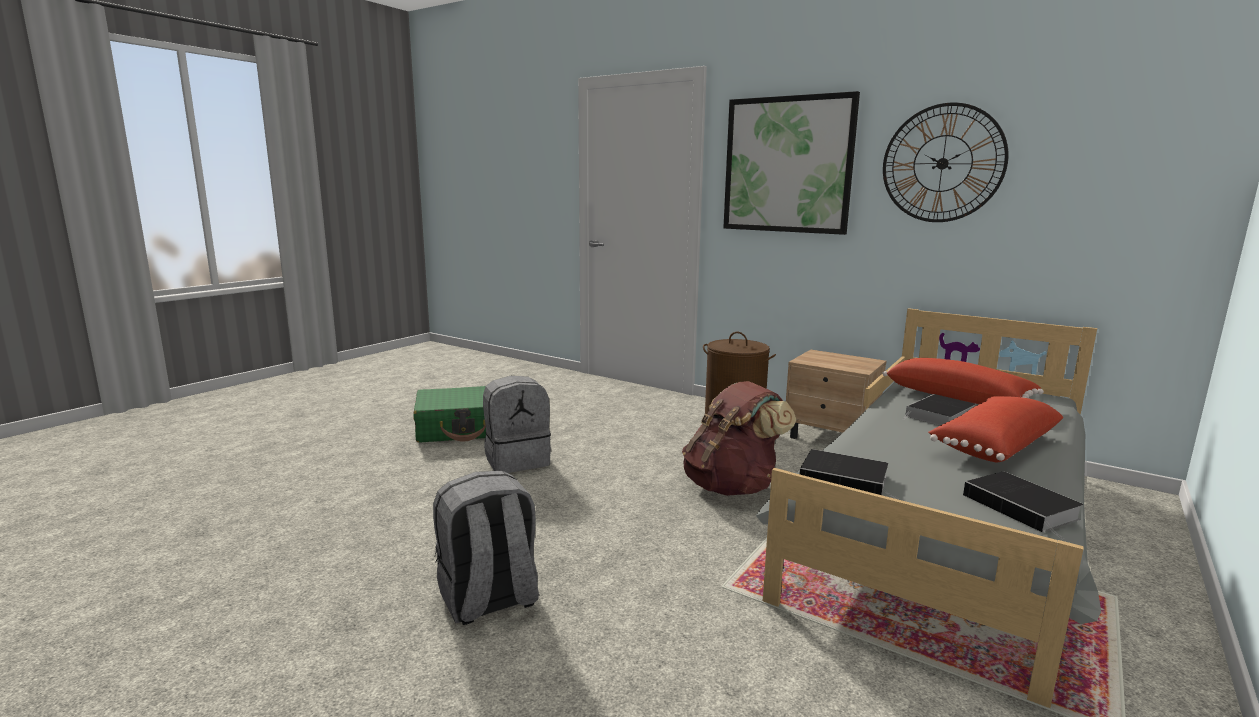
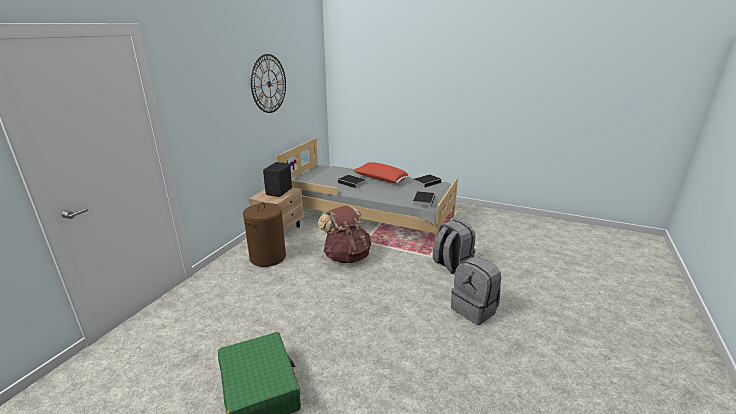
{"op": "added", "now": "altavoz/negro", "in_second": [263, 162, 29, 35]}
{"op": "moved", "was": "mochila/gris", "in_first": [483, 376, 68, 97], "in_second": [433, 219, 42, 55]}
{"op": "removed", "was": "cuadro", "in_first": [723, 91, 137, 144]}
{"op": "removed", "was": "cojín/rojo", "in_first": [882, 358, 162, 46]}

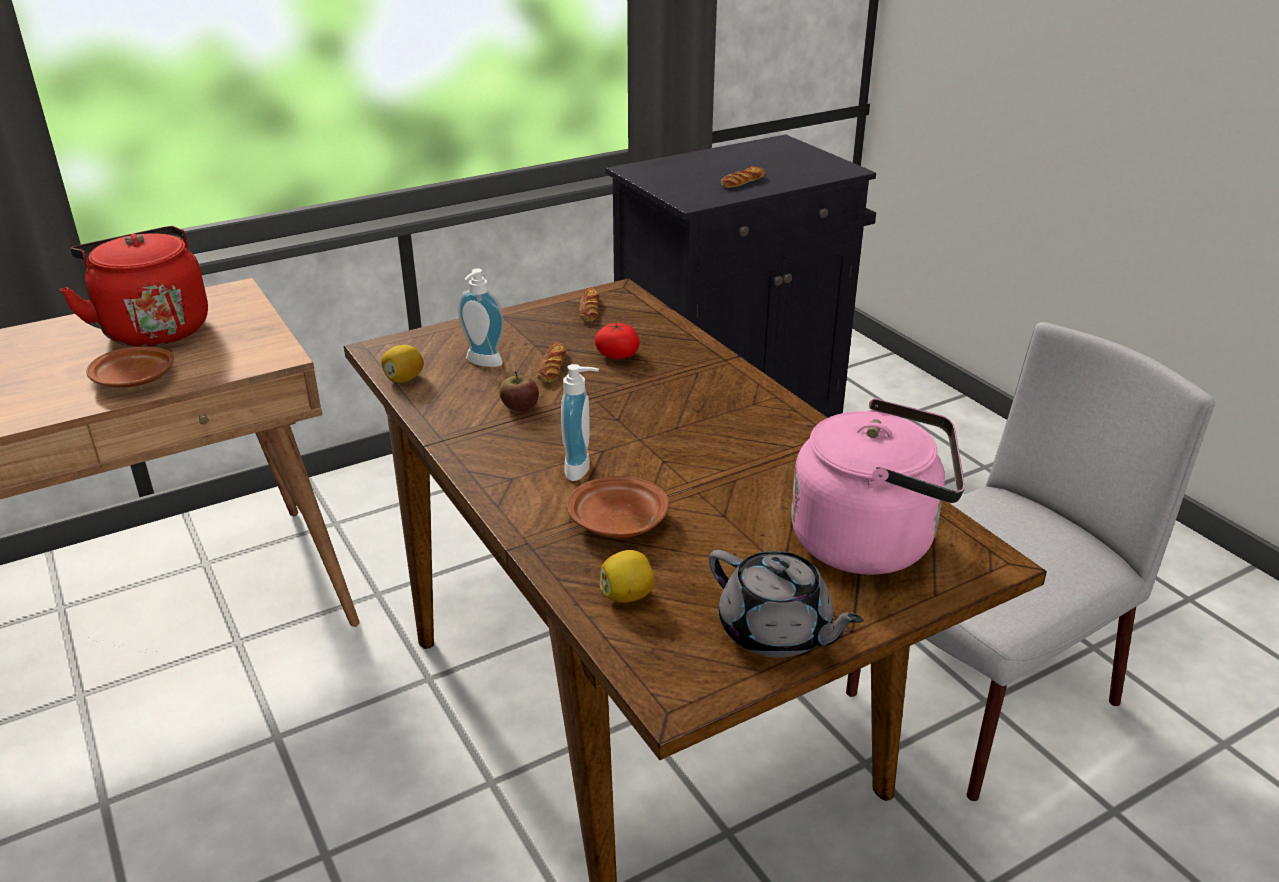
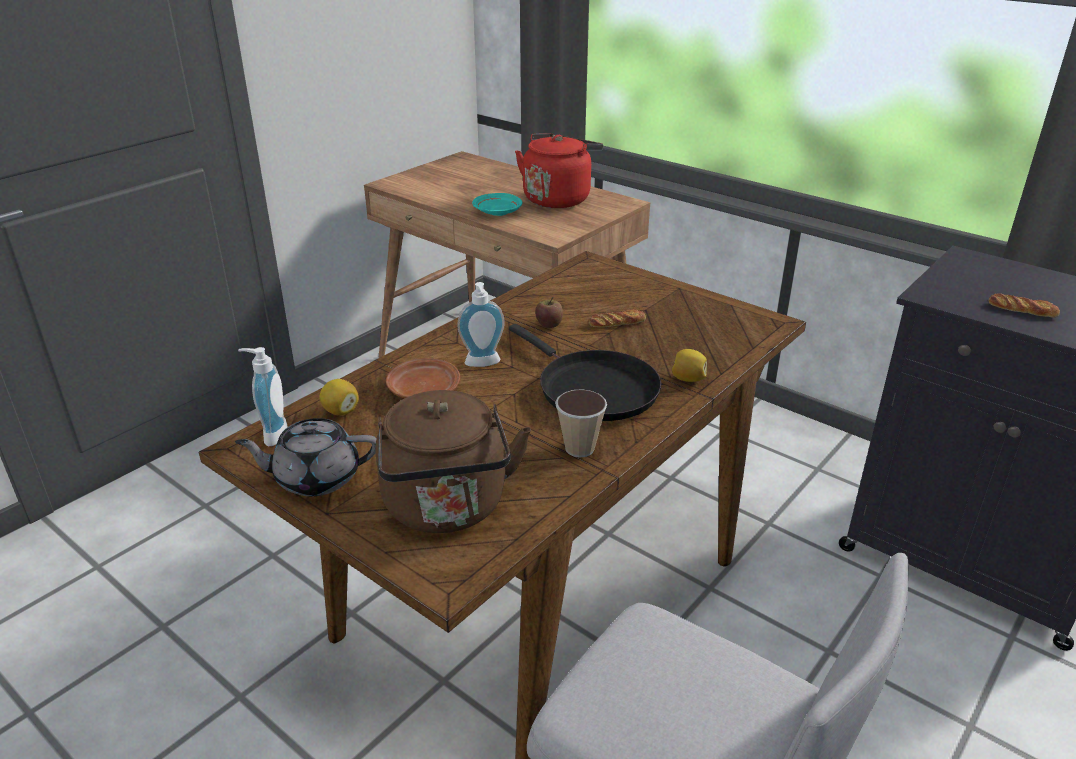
{"op": "turned", "was": "tetera/gris", "in_first": [709, 550, 155, 108], "in_second": [235, 418, 142, 78], "clockwise": 60}
{"op": "moved", "was": "dispensador de jabón", "in_first": [458, 268, 46, 99], "in_second": [238, 347, 49, 99]}
{"op": "recoloured", "was": "hervidor/rosa", "now": "hervidor/marrón", "in_first": [791, 398, 174, 177], "in_second": [375, 390, 156, 143]}
{"op": "recoloured", "was": "plato/marrón", "now": "plato/turquesa", "in_first": [86, 346, 88, 41], "in_second": [472, 193, 50, 23]}
{"op": "added", "now": "sartén/negro", "in_second": [509, 324, 152, 97]}
{"op": "added", "now": "taza", "in_second": [555, 389, 52, 68]}
{"op": "moved", "was": "limón", "in_first": [381, 345, 43, 38], "in_second": [672, 349, 35, 33]}
{"op": "removed", "was": "pan", "in_first": [579, 287, 20, 35]}
{"op": "removed", "was": "tomate", "in_first": [595, 323, 45, 36]}

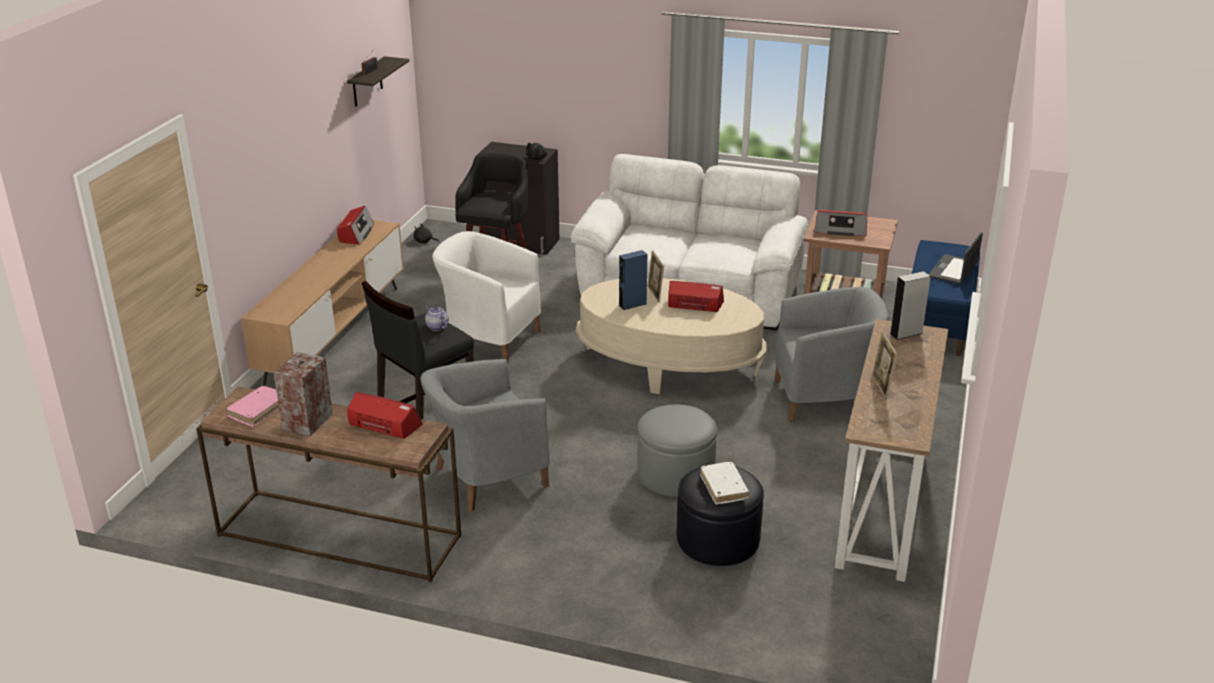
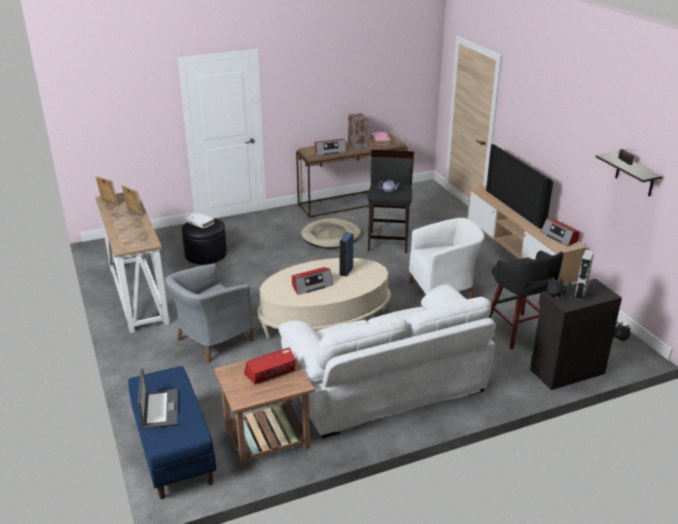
{"op": "moved", "was": "portarretratos", "in_first": [648, 250, 16, 52], "in_second": [95, 176, 23, 30]}
{"op": "replaced", "was": "sillón/gris", "now": "cama para perro/beis", "in_first": [421, 359, 129, 153], "in_second": [301, 218, 60, 31]}
{"op": "added", "now": "televisor", "in_second": [486, 144, 67, 85]}
{"op": "moved", "was": "altavoz/gris", "in_first": [890, 271, 41, 69], "in_second": [574, 249, 20, 51]}
{"op": "removed", "was": "puf/gris", "in_first": [637, 405, 80, 92]}

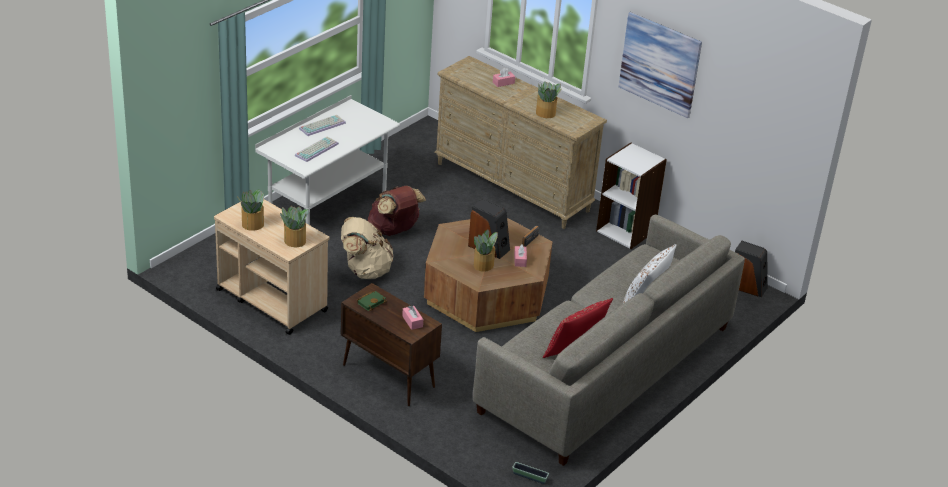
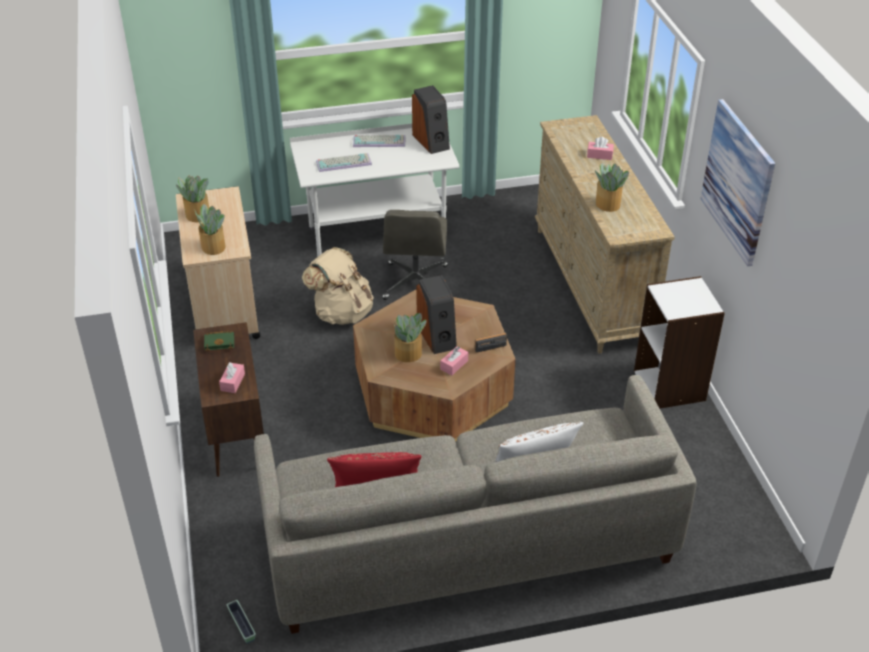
{"op": "replaced", "was": "mochila/marrón", "now": "silla de oficina/gris", "in_first": [367, 186, 59, 50], "in_second": [382, 210, 66, 90]}
{"op": "moved", "was": "altavoz", "in_first": [735, 241, 33, 56], "in_second": [412, 85, 38, 69]}

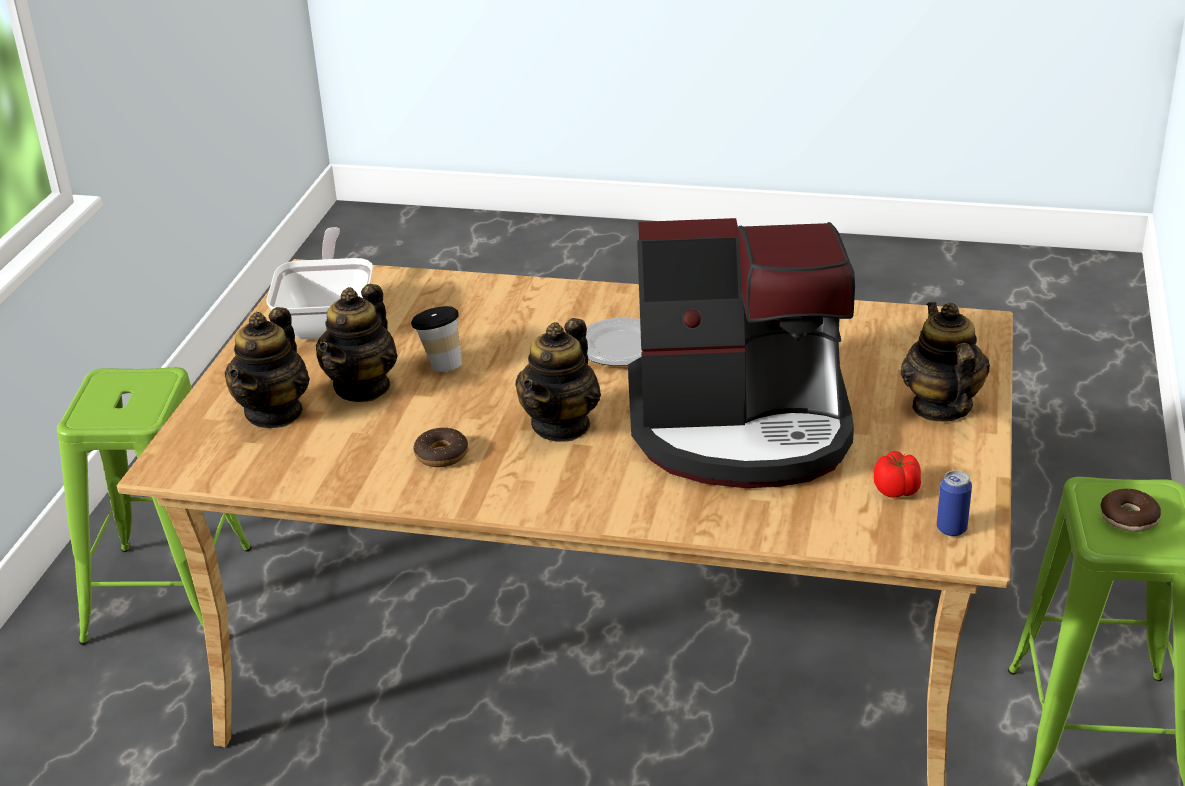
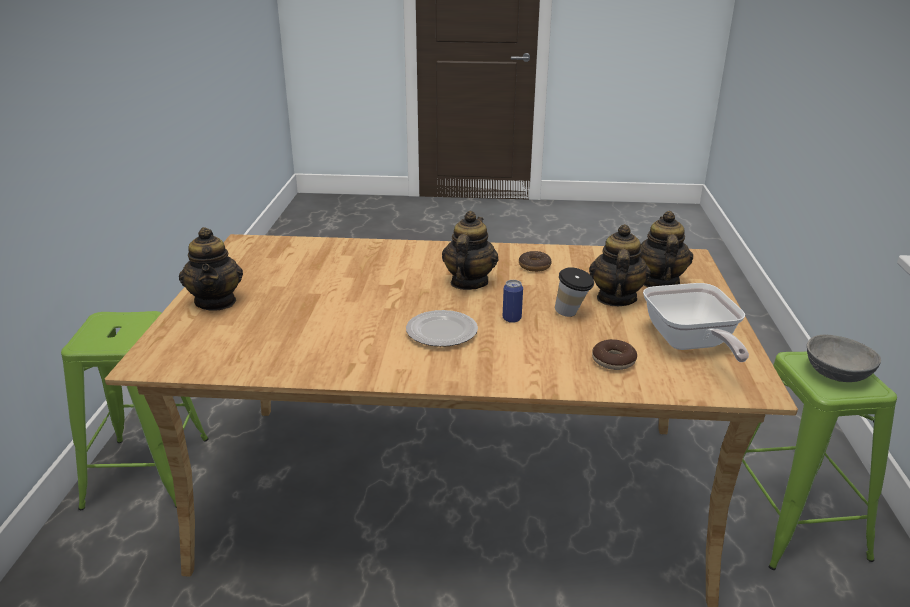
{"op": "moved", "was": "lata", "in_first": [937, 470, 35, 66], "in_second": [503, 280, 20, 43]}
{"op": "moved", "was": "rosquilla", "in_first": [1101, 489, 60, 43], "in_second": [592, 339, 45, 31]}
{"op": "added", "now": "cuenco/gris", "in_second": [807, 335, 74, 47]}
{"op": "removed", "was": "cafetera", "in_first": [628, 218, 227, 270]}
{"op": "removed", "was": "tomate", "in_first": [874, 451, 47, 47]}

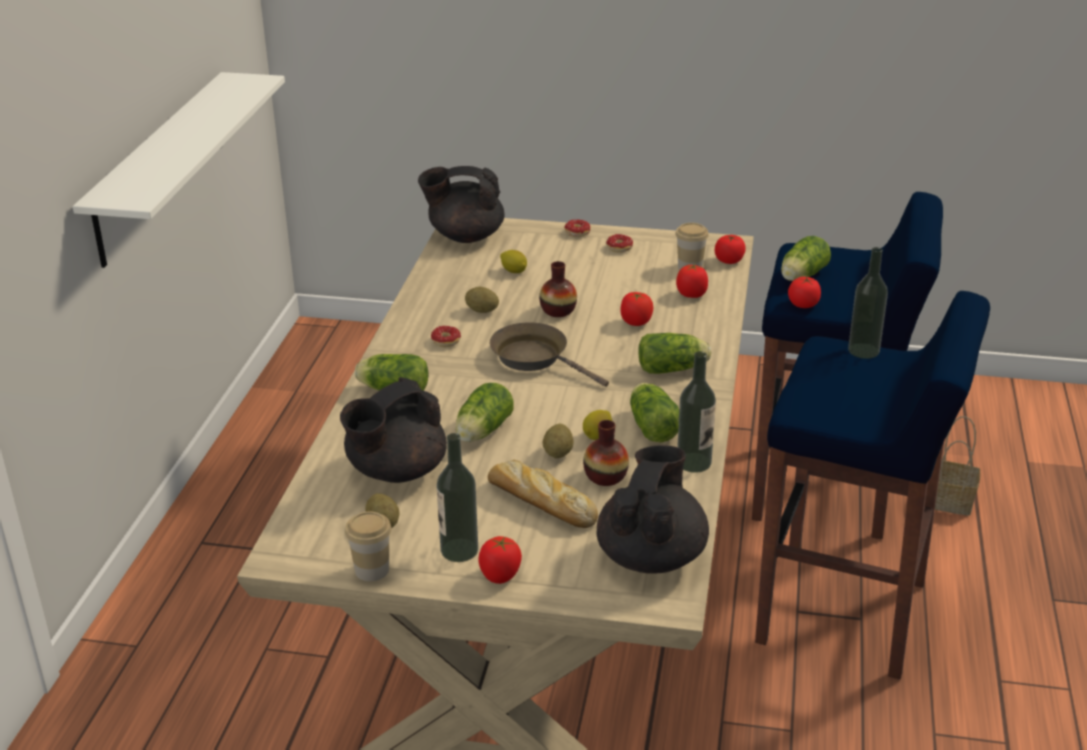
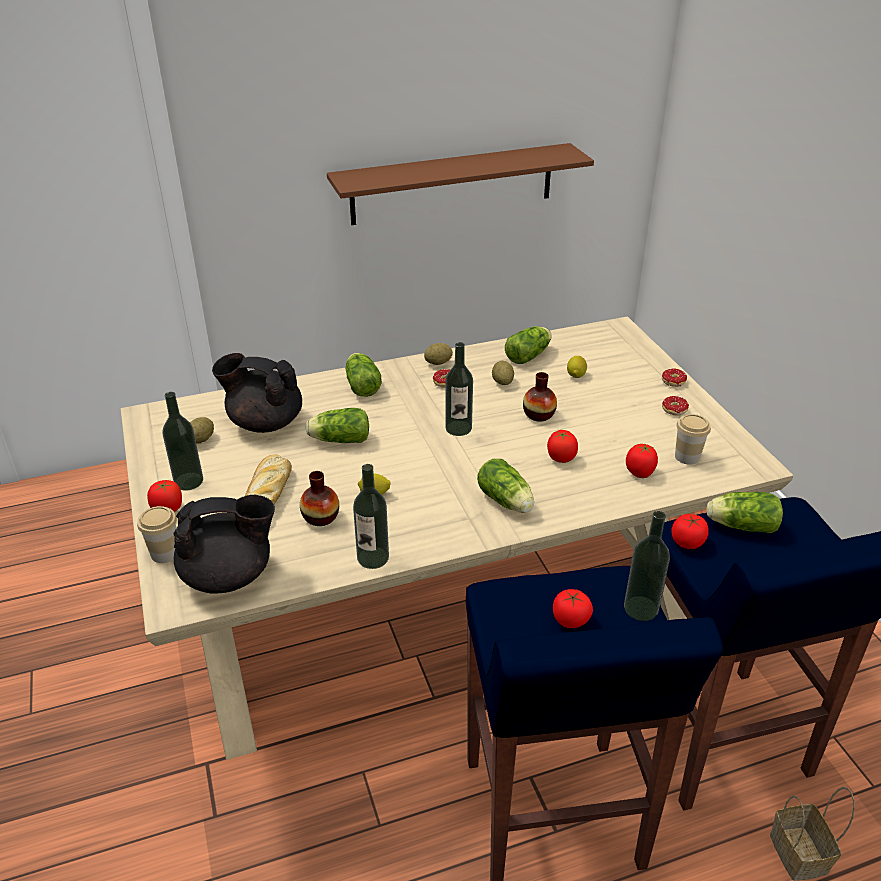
{"op": "moved", "was": "taza", "in_first": [345, 511, 46, 70], "in_second": [137, 506, 40, 57]}
{"op": "recoloured", "was": "estante/blanco", "now": "estante/marrón", "in_first": [73, 72, 212, 196], "in_second": [327, 143, 267, 82]}
{"op": "moved", "was": "patata", "in_first": [543, 424, 31, 34], "in_second": [424, 343, 29, 22]}
{"op": "replaced", "was": "sartén/marrón", "now": "botella", "in_first": [490, 322, 119, 65], "in_second": [445, 342, 28, 94]}
{"op": "moved", "was": "lechuga", "in_first": [630, 383, 49, 59], "in_second": [505, 326, 47, 38]}
{"op": "moved", "was": "tomate", "in_first": [715, 235, 31, 29], "in_second": [553, 589, 40, 39]}
{"op": "removed", "was": "tetera/negro", "in_first": [418, 166, 87, 77]}

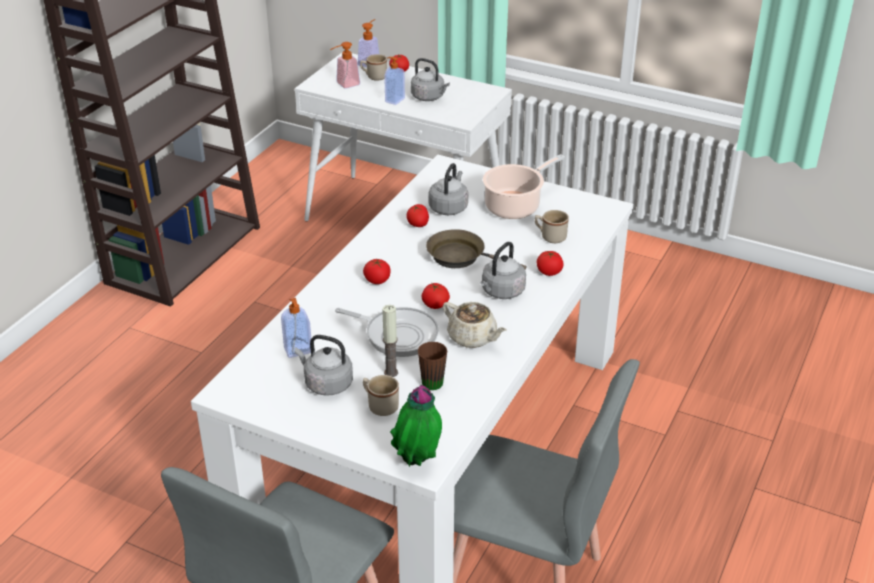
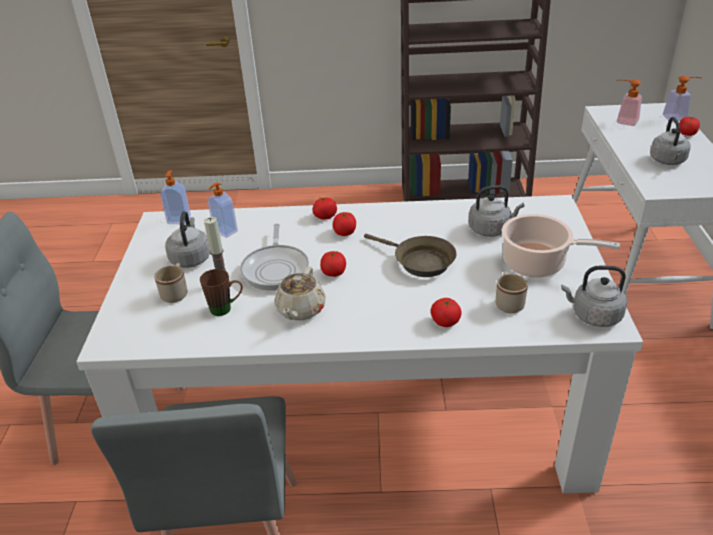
{"op": "moved", "was": "dispensador de jabón", "in_first": [384, 57, 21, 48], "in_second": [160, 170, 31, 54]}
{"op": "moved", "was": "tomate", "in_first": [406, 204, 23, 23], "in_second": [313, 197, 24, 23]}
{"op": "turned", "was": "sartén/marrón", "in_first": [426, 229, 100, 41], "in_second": [364, 234, 93, 43], "clockwise": 135}
{"op": "moved", "was": "hervidor/gris", "in_first": [480, 242, 46, 57], "in_second": [561, 266, 66, 61]}
{"op": "removed", "was": "taza grande/beis", "in_first": [360, 54, 27, 27]}
{"op": "removed", "was": "planta en maceta", "in_first": [390, 385, 52, 82]}

